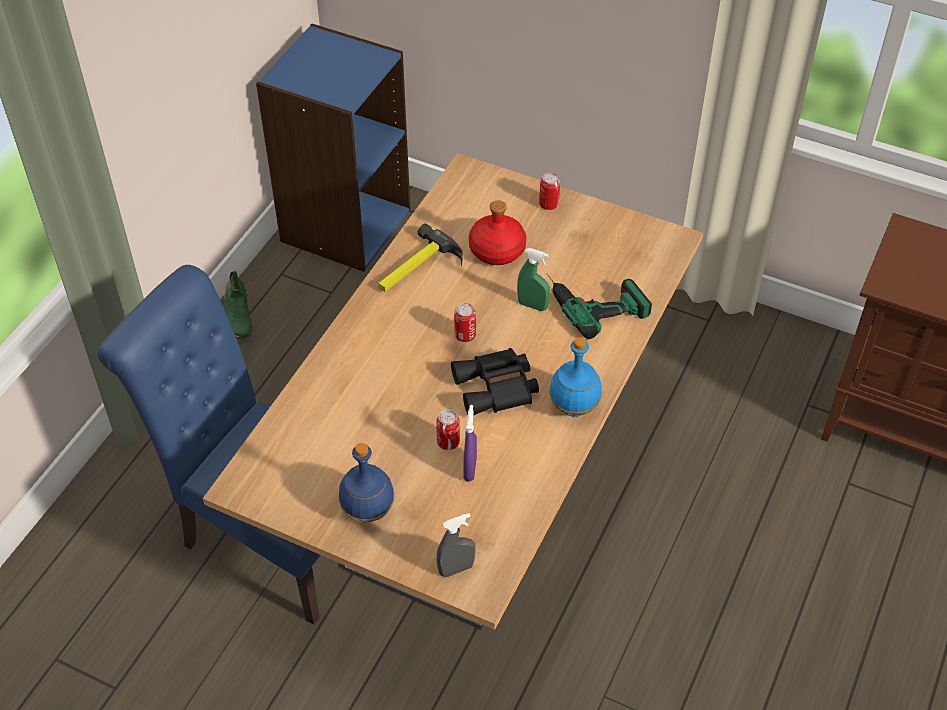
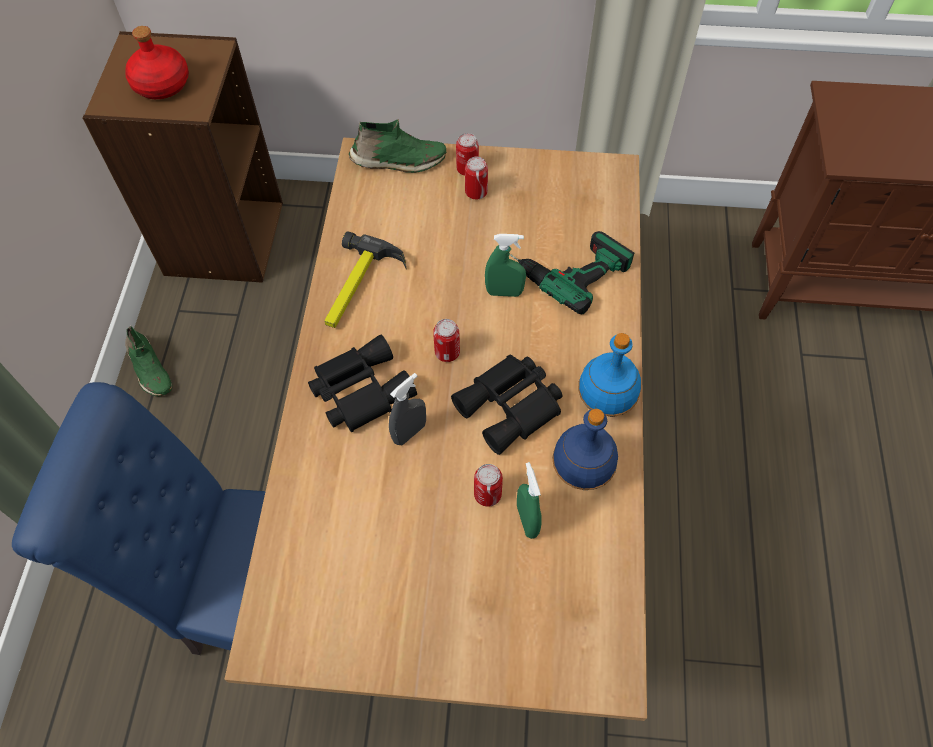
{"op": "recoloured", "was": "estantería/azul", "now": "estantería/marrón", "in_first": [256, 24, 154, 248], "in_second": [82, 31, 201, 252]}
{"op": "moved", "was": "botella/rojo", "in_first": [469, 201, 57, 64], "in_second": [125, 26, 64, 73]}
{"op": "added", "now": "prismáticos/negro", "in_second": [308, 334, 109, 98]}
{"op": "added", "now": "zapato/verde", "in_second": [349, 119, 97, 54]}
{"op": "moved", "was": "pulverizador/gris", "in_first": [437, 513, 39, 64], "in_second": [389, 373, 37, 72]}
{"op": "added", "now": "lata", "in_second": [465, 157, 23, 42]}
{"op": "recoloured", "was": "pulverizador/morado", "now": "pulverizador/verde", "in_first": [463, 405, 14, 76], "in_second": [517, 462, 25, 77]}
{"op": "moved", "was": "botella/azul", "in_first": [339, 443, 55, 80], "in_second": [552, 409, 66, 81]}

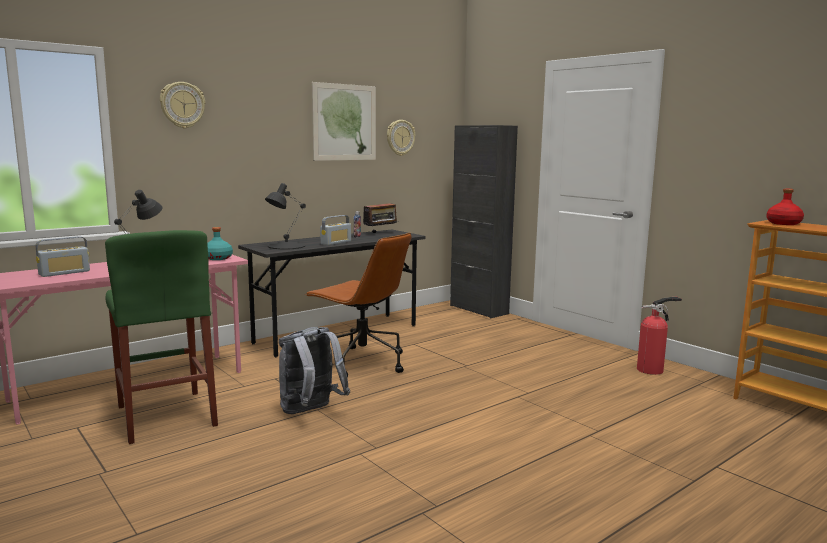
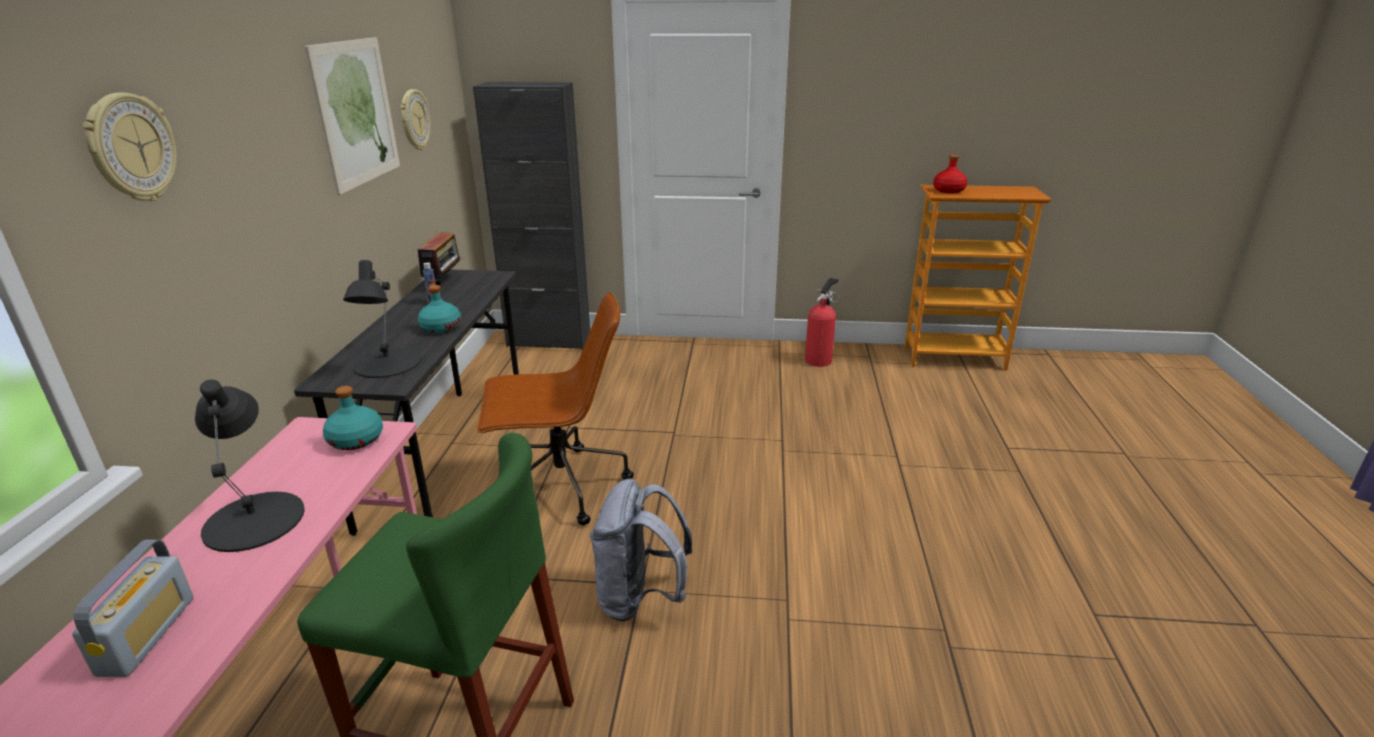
{"op": "replaced", "was": "radio", "now": "botella/turquesa", "in_first": [320, 215, 31, 30], "in_second": [418, 285, 43, 48]}

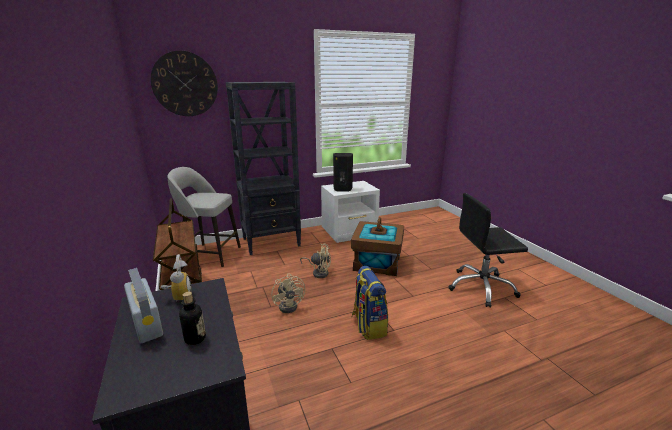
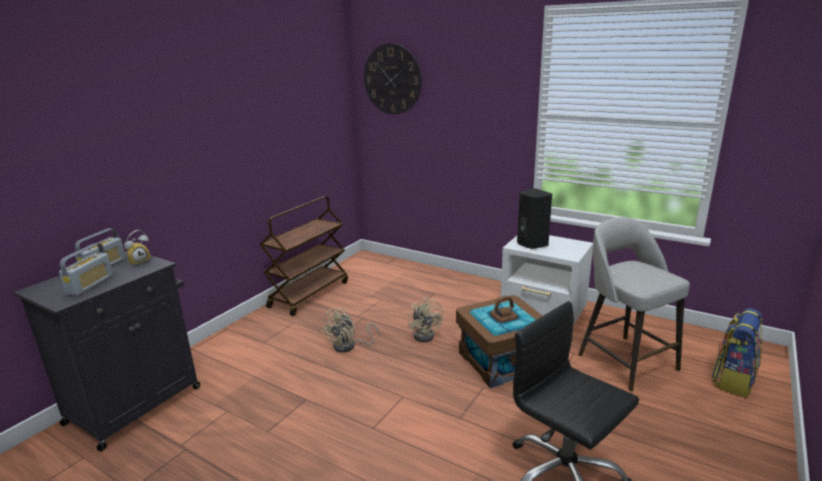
{"op": "replaced", "was": "botella", "now": "radio", "in_first": [179, 291, 27, 54], "in_second": [59, 243, 54, 53]}
{"op": "moved", "was": "taburete/gris", "in_first": [167, 167, 74, 100], "in_second": [578, 217, 112, 174]}
{"op": "moved", "was": "mochila", "in_first": [351, 266, 37, 74], "in_second": [711, 308, 52, 90]}
{"op": "removed", "was": "estantería/negro", "in_first": [226, 82, 75, 173]}

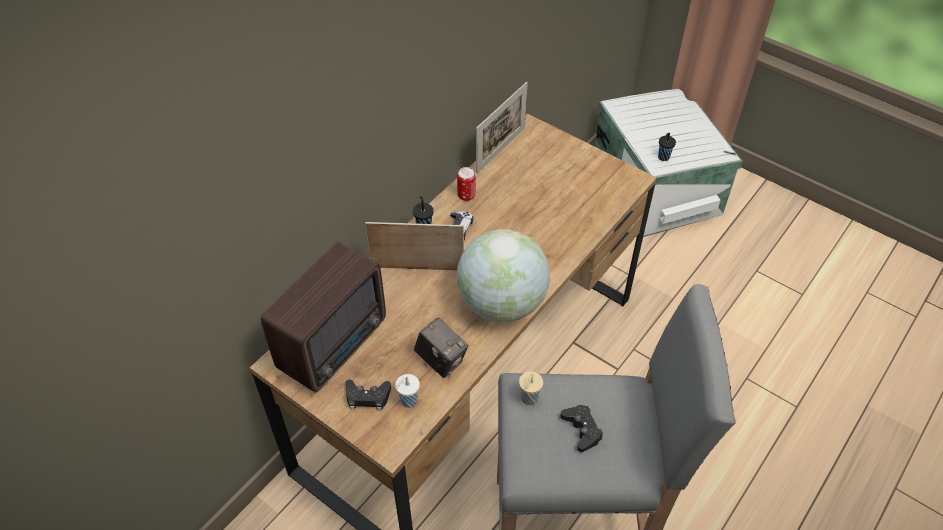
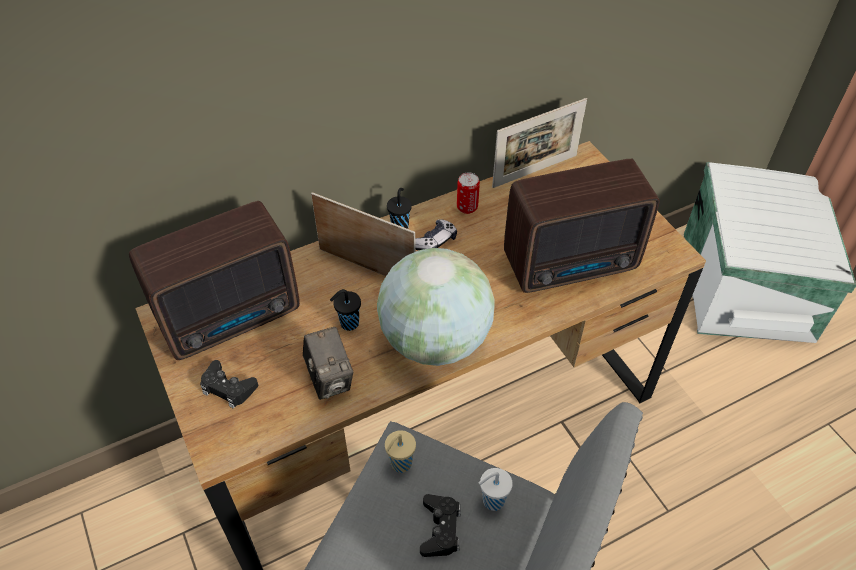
{"op": "moved", "was": "taza/negro", "in_first": [658, 133, 18, 28], "in_second": [330, 289, 31, 42]}
{"op": "moved", "was": "taza/blanco", "in_first": [395, 374, 25, 34], "in_second": [479, 468, 34, 43]}
{"op": "added", "now": "radio", "in_second": [504, 159, 156, 134]}

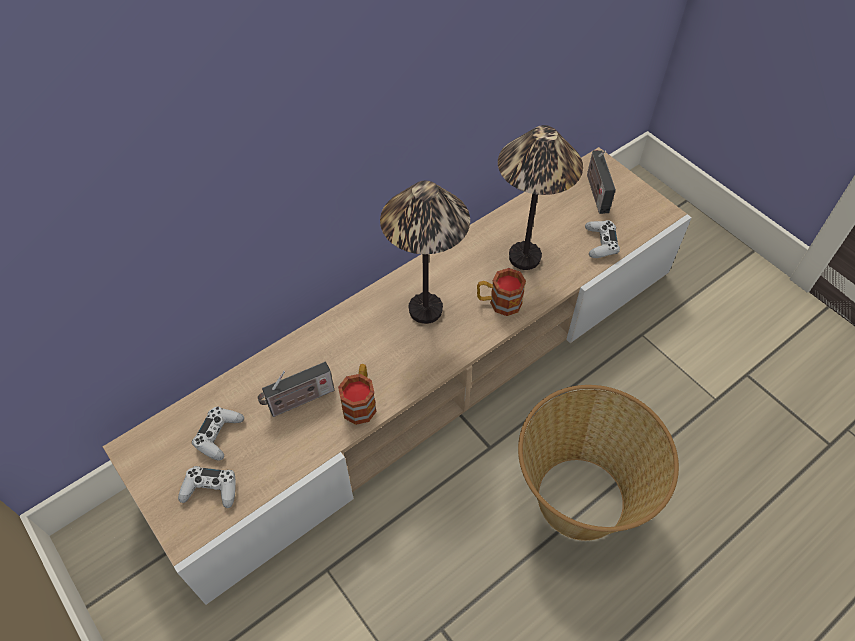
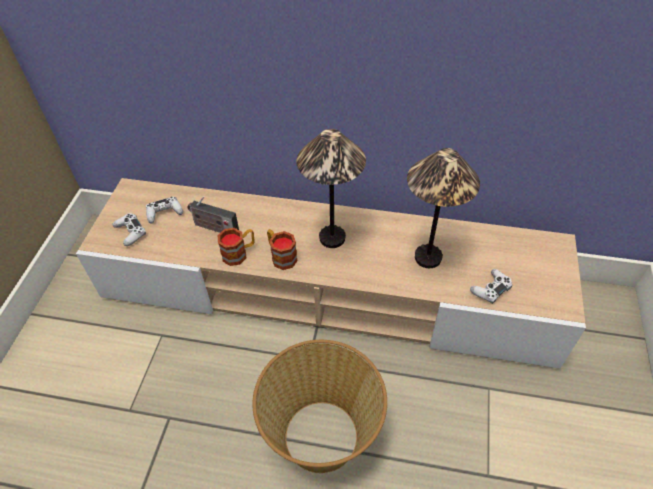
{"op": "moved", "was": "taza grande", "in_first": [477, 268, 49, 48], "in_second": [267, 229, 31, 41]}
{"op": "removed", "was": "radio", "in_first": [587, 150, 29, 64]}

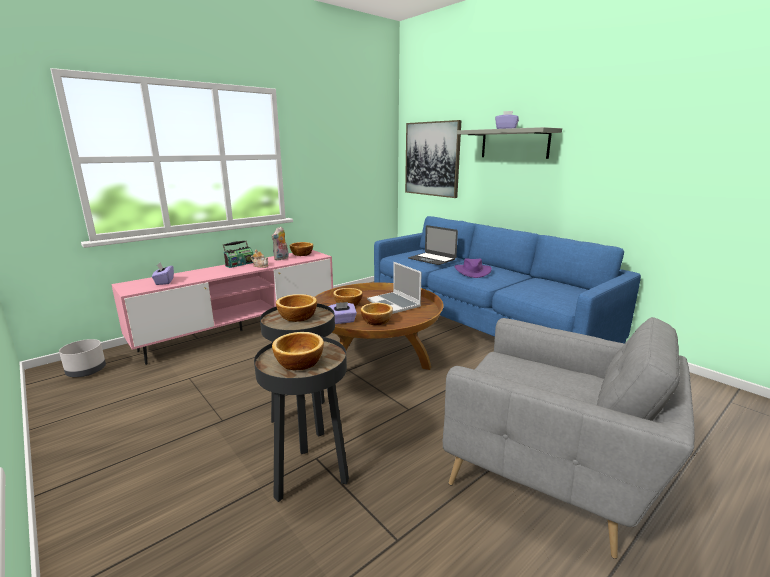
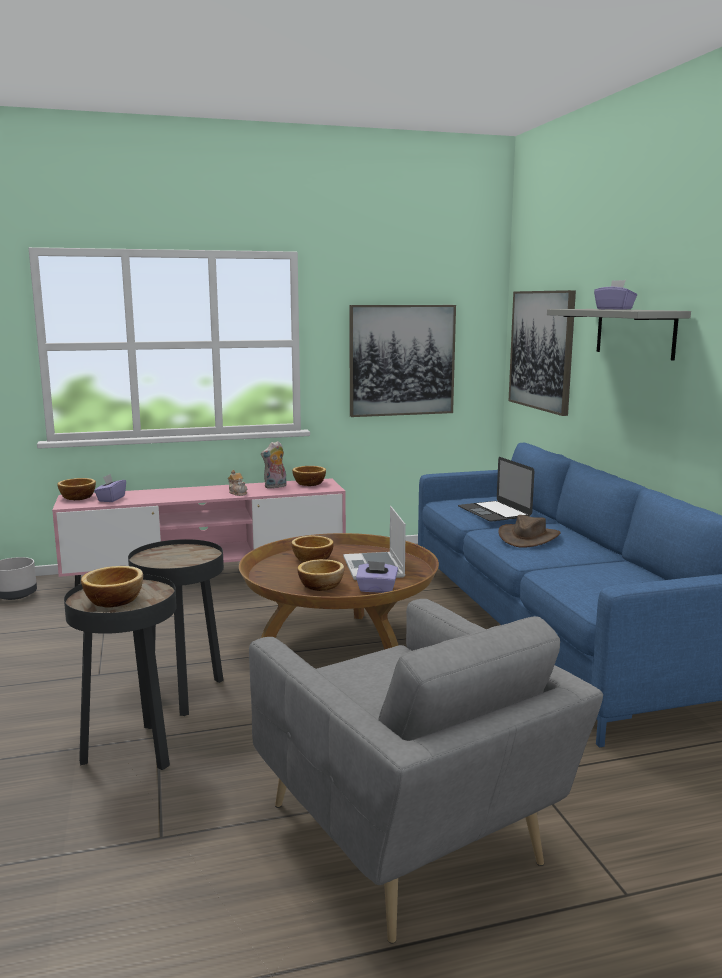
{"op": "moved", "was": "cuenco", "in_first": [276, 294, 41, 28], "in_second": [57, 478, 39, 22]}
{"op": "added", "now": "cuadro", "in_second": [349, 305, 107, 112]}
{"op": "moved", "was": "caja de pañuelos/morado", "in_first": [328, 302, 29, 22], "in_second": [356, 561, 42, 32]}
{"op": "recoloured", "was": "sombrero/morado", "now": "sombrero/marrón", "in_first": [455, 258, 37, 20], "in_second": [498, 515, 63, 33]}
{"op": "removed", "was": "radio", "in_first": [223, 240, 31, 28]}

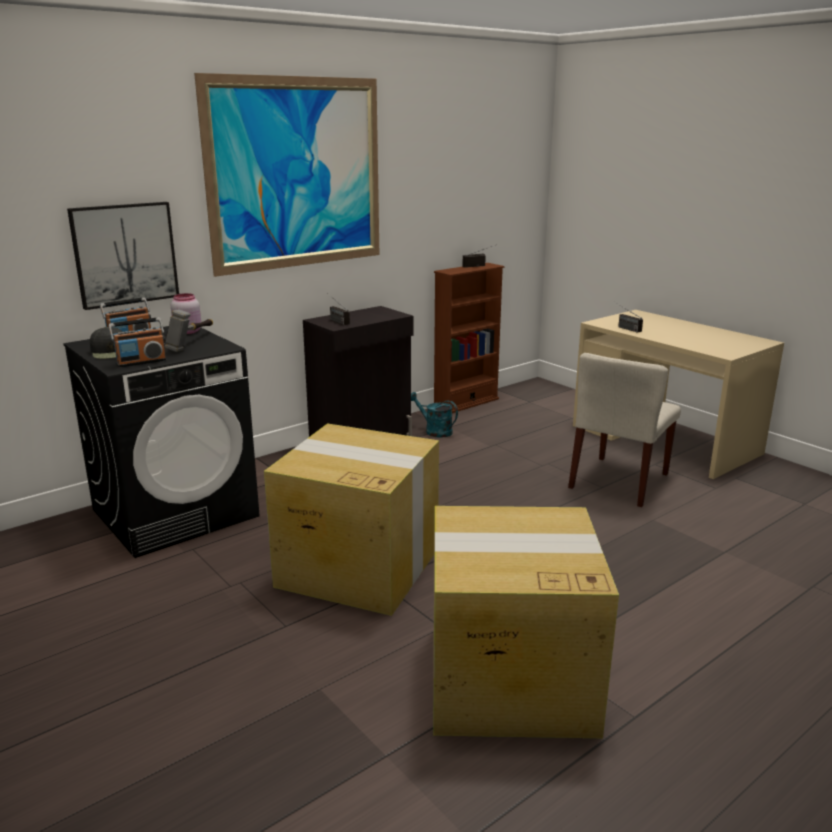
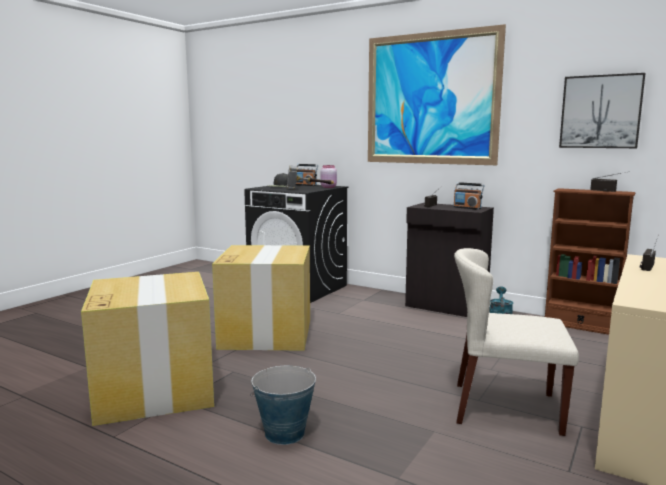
{"op": "added", "now": "cubo", "in_second": [250, 366, 66, 79]}
{"op": "moved", "was": "radio", "in_first": [109, 317, 57, 50], "in_second": [453, 182, 32, 28]}
{"op": "moved", "was": "cuadro", "in_first": [67, 202, 112, 108], "in_second": [559, 73, 86, 75]}

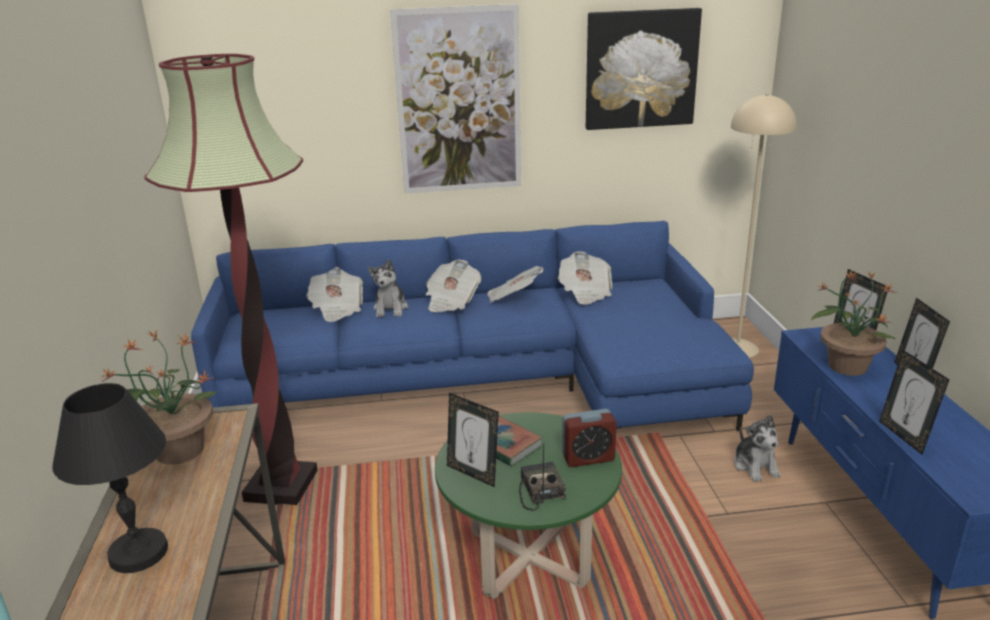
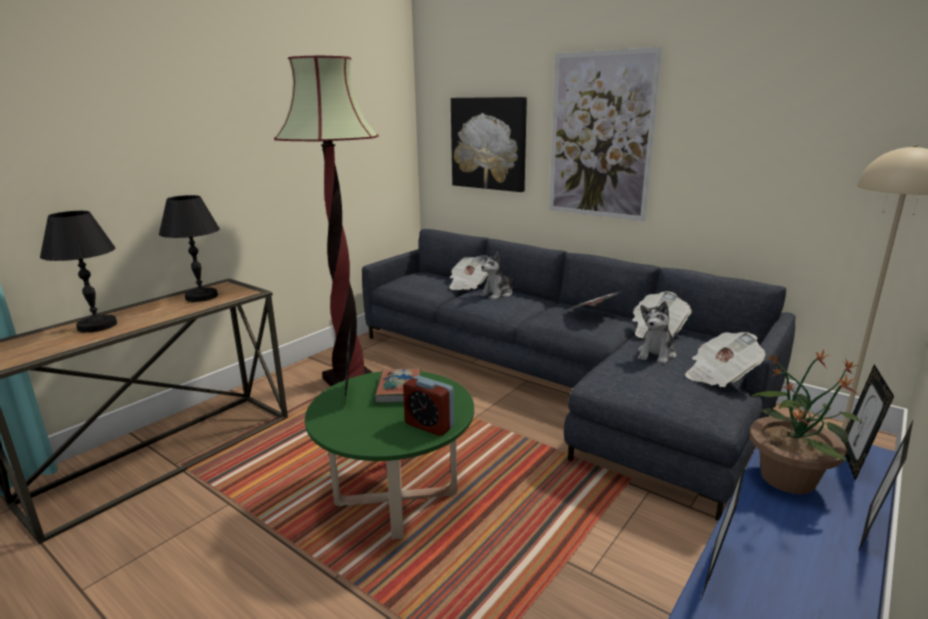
{"op": "replaced", "was": "planta en maceta", "now": "lámpara de mesa/negro", "in_first": [101, 331, 115, 134], "in_second": [159, 195, 61, 107]}
{"op": "recoloured", "was": "sofá/azul", "now": "sofá/gris", "in_first": [191, 221, 563, 210], "in_second": [362, 229, 434, 292]}
{"op": "moved", "was": "cuadro", "in_first": [586, 8, 116, 122], "in_second": [451, 97, 76, 95]}
{"op": "moved", "was": "peluche", "in_first": [734, 415, 47, 67], "in_second": [638, 301, 39, 64]}
{"op": "moved", "was": "periódico", "in_first": [426, 260, 55, 52], "in_second": [685, 332, 80, 55]}
{"op": "removed", "was": "radio", "in_first": [519, 443, 47, 68]}

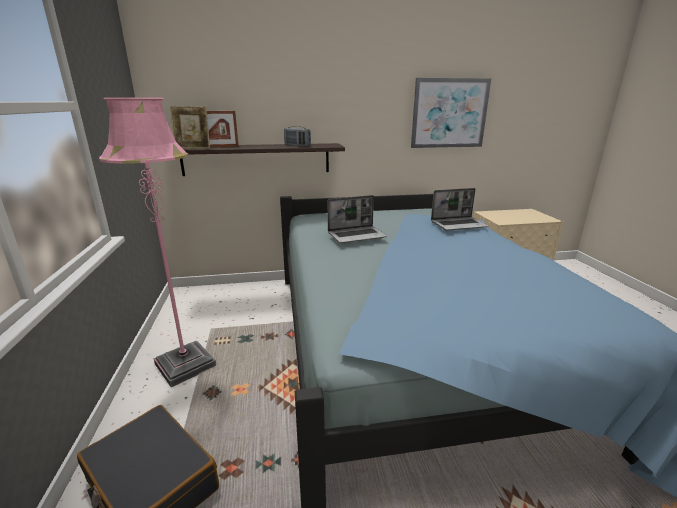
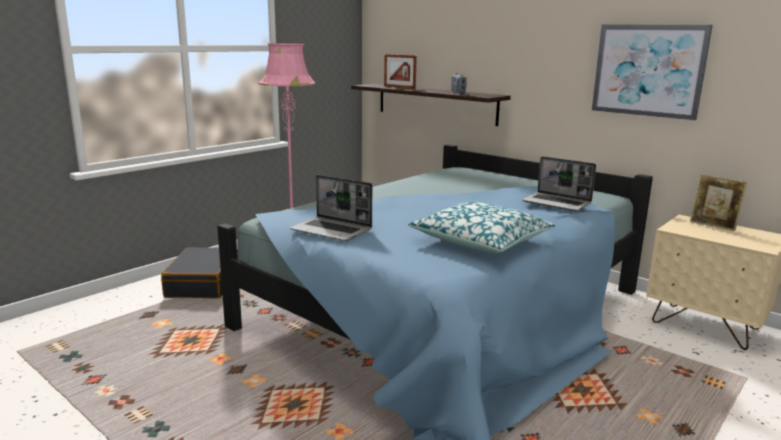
{"op": "moved", "was": "portátil", "in_first": [328, 195, 59, 48], "in_second": [289, 175, 83, 66]}
{"op": "added", "now": "cojín", "in_second": [408, 201, 148, 52]}
{"op": "moved", "was": "portarretratos", "in_first": [170, 106, 40, 43], "in_second": [690, 174, 57, 57]}

